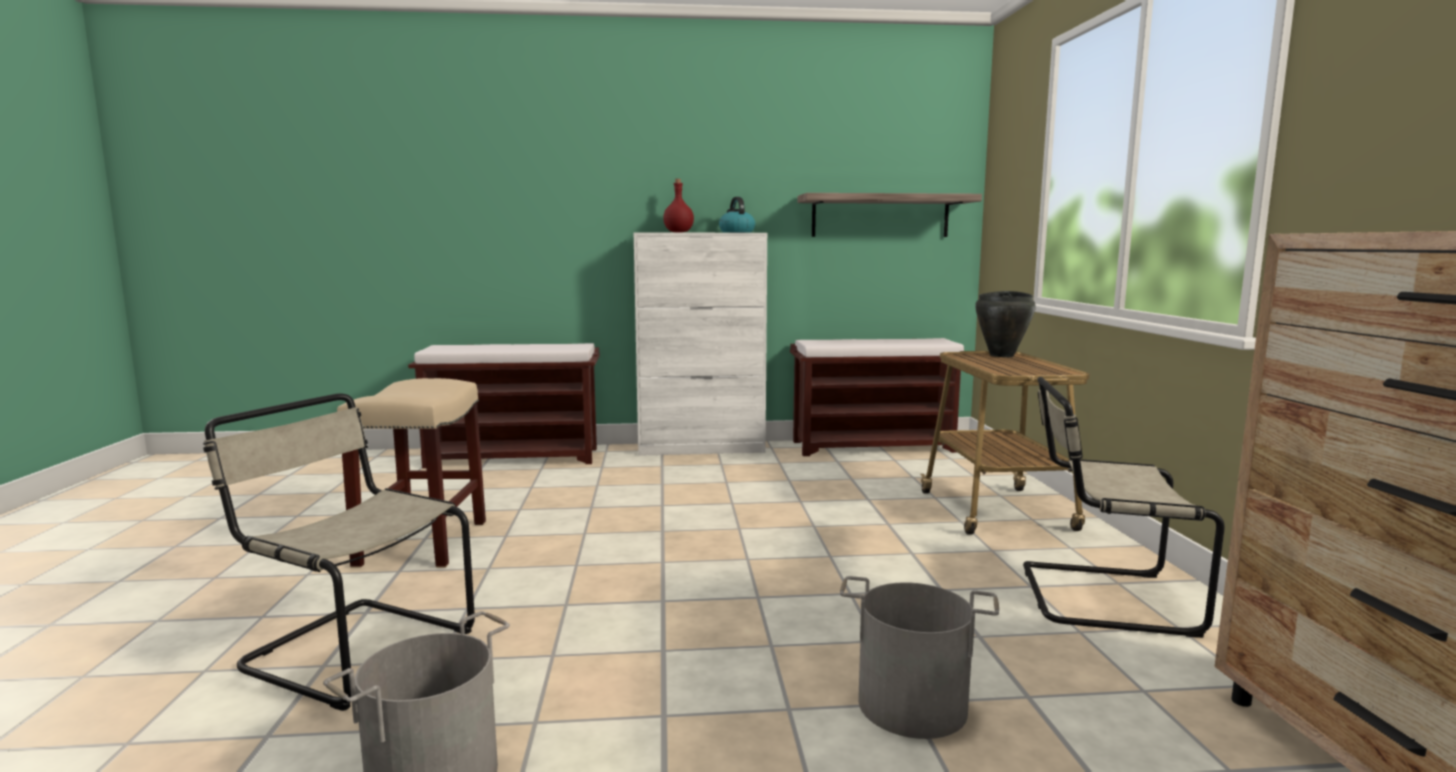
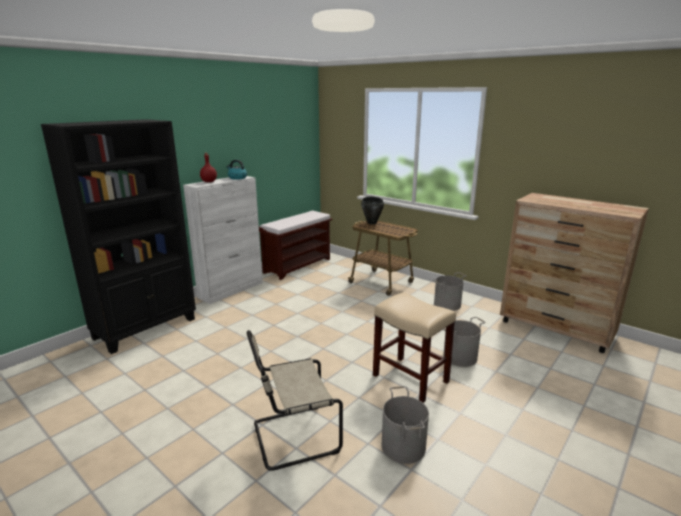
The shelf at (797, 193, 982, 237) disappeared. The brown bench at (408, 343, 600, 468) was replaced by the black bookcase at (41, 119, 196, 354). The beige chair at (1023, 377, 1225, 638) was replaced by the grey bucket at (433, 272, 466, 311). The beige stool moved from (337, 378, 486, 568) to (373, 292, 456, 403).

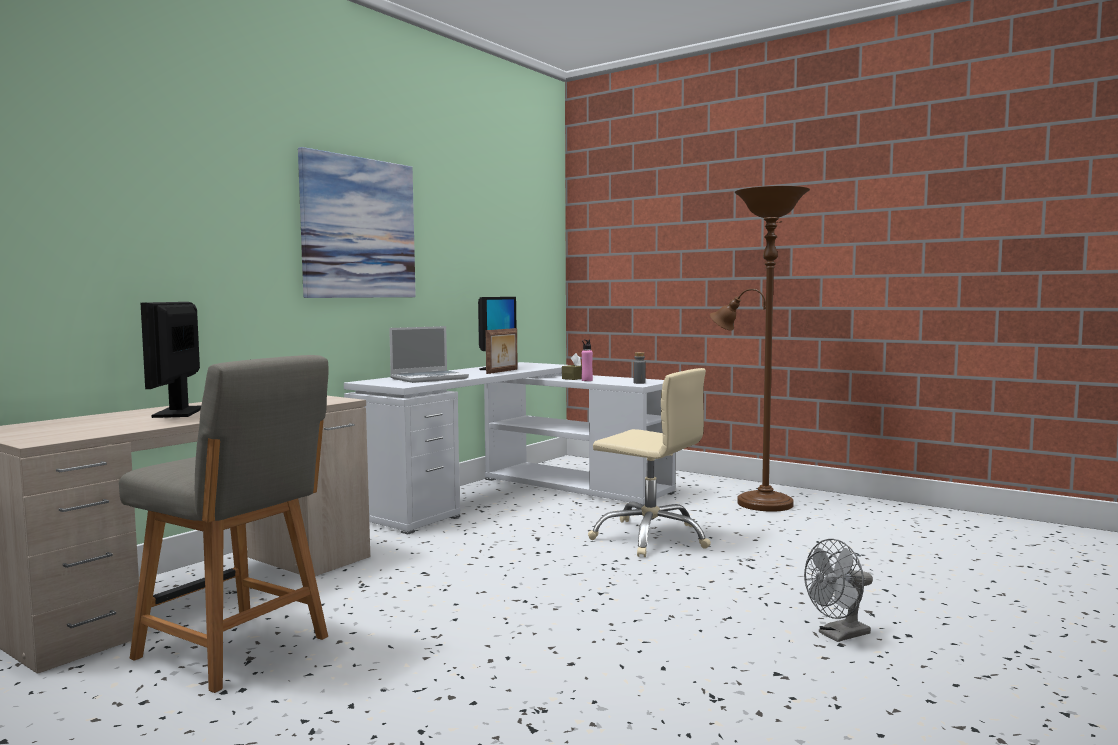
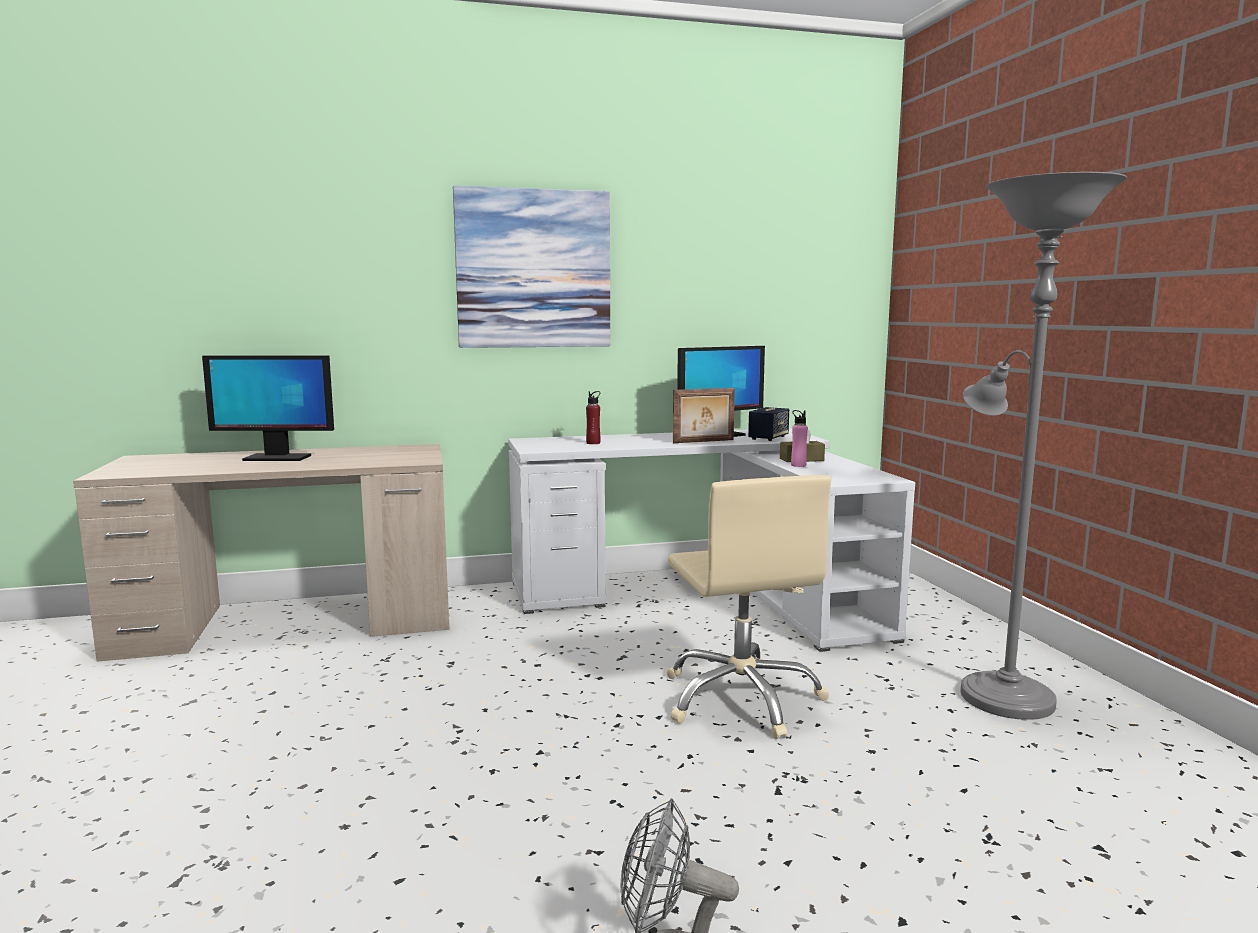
The brown floor lamp at (710, 186, 810, 512) became the grey floor lamp at (960, 172, 1127, 720). The monitor at (141, 302, 201, 418) turned 120 degrees counterclockwise. The laptop at (389, 326, 469, 383) was replaced by the red bottle at (586, 391, 600, 444). The grey bottle at (634, 352, 646, 384) disappeared. The grey chair at (119, 355, 328, 693) disappeared. The speaker at (748, 407, 789, 441) appeared.

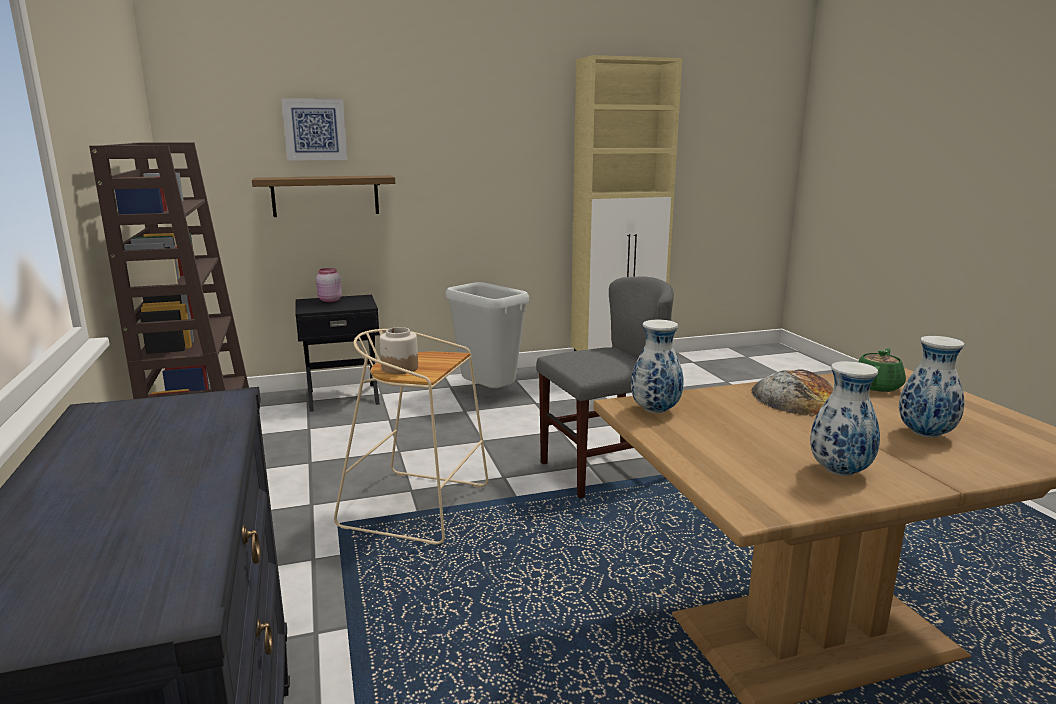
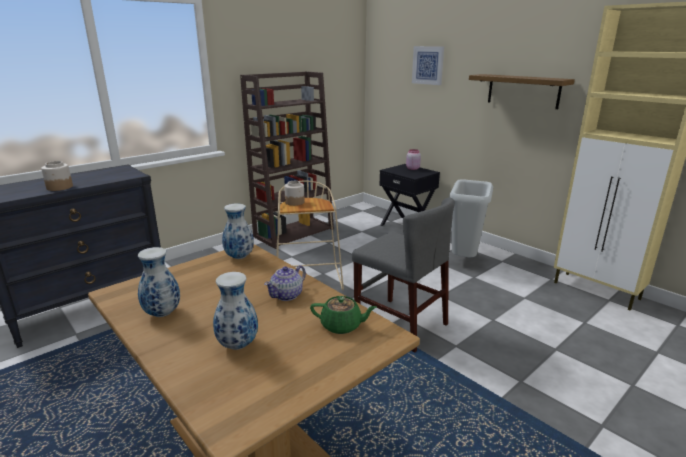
The shelf moved from (252, 175, 395, 217) to (469, 74, 575, 109). The bread at (751, 369, 834, 416) was replaced by the teapot at (264, 265, 306, 301). The jar at (41, 161, 73, 191) appeared.

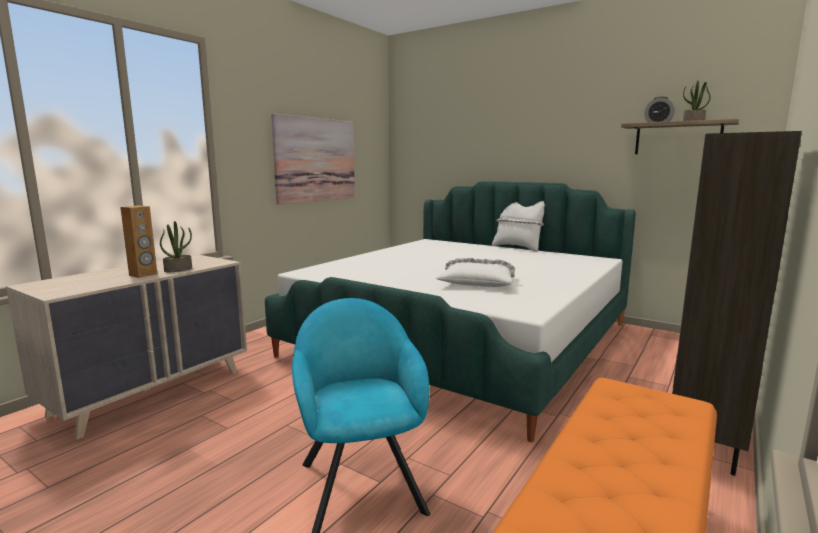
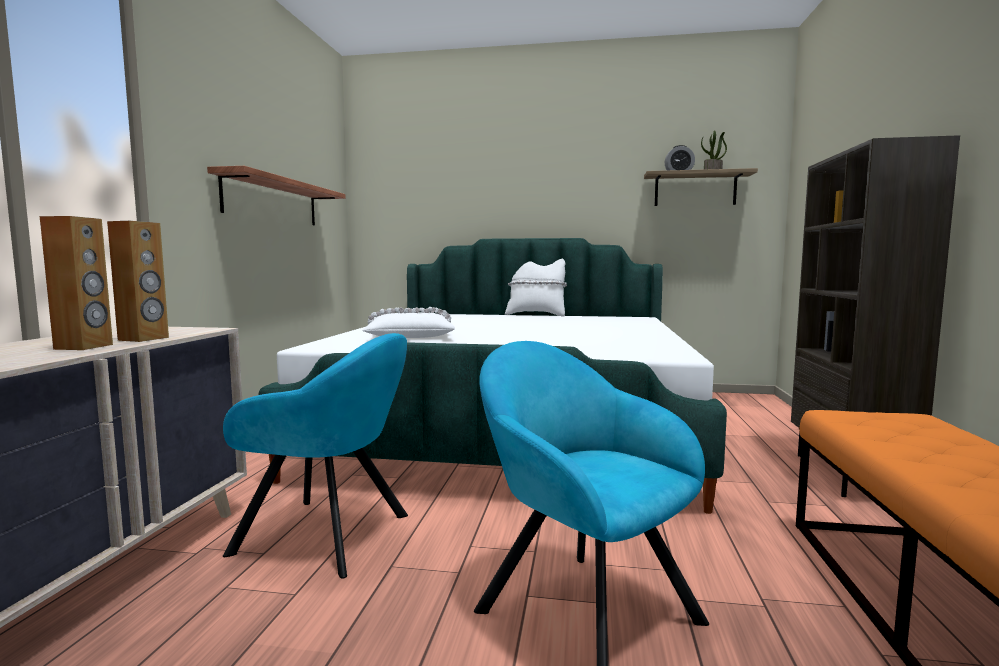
The picture at (271, 114, 355, 204) was replaced by the shelf at (207, 166, 346, 225). The potted plant at (160, 221, 192, 272) was replaced by the brown speaker at (107, 221, 169, 342). The white pillow moved from (436, 258, 515, 287) to (362, 307, 455, 338). The turquoise armchair at (223, 333, 408, 579) appeared.

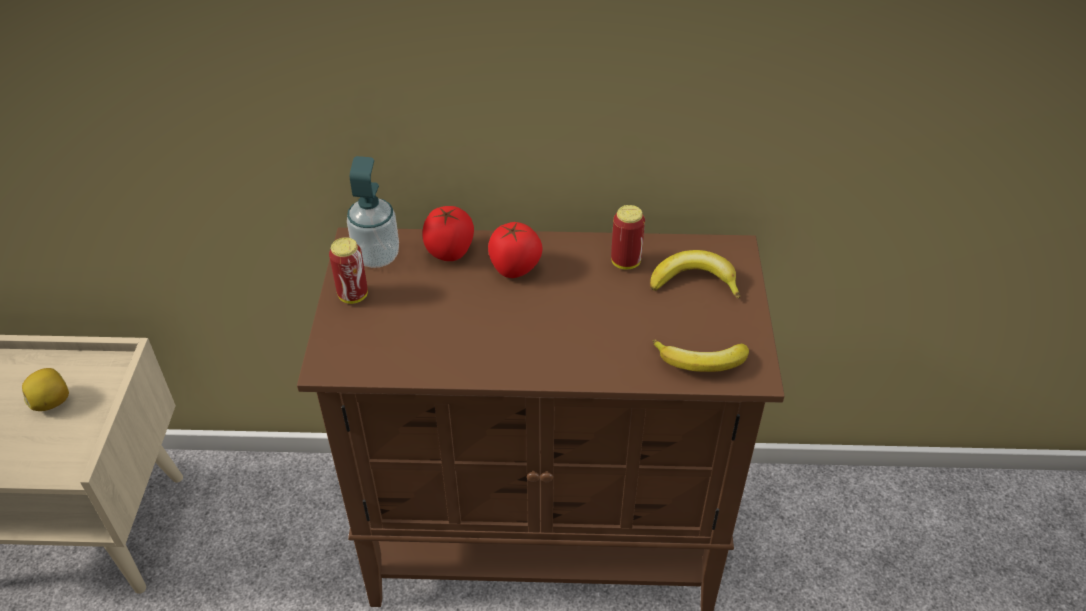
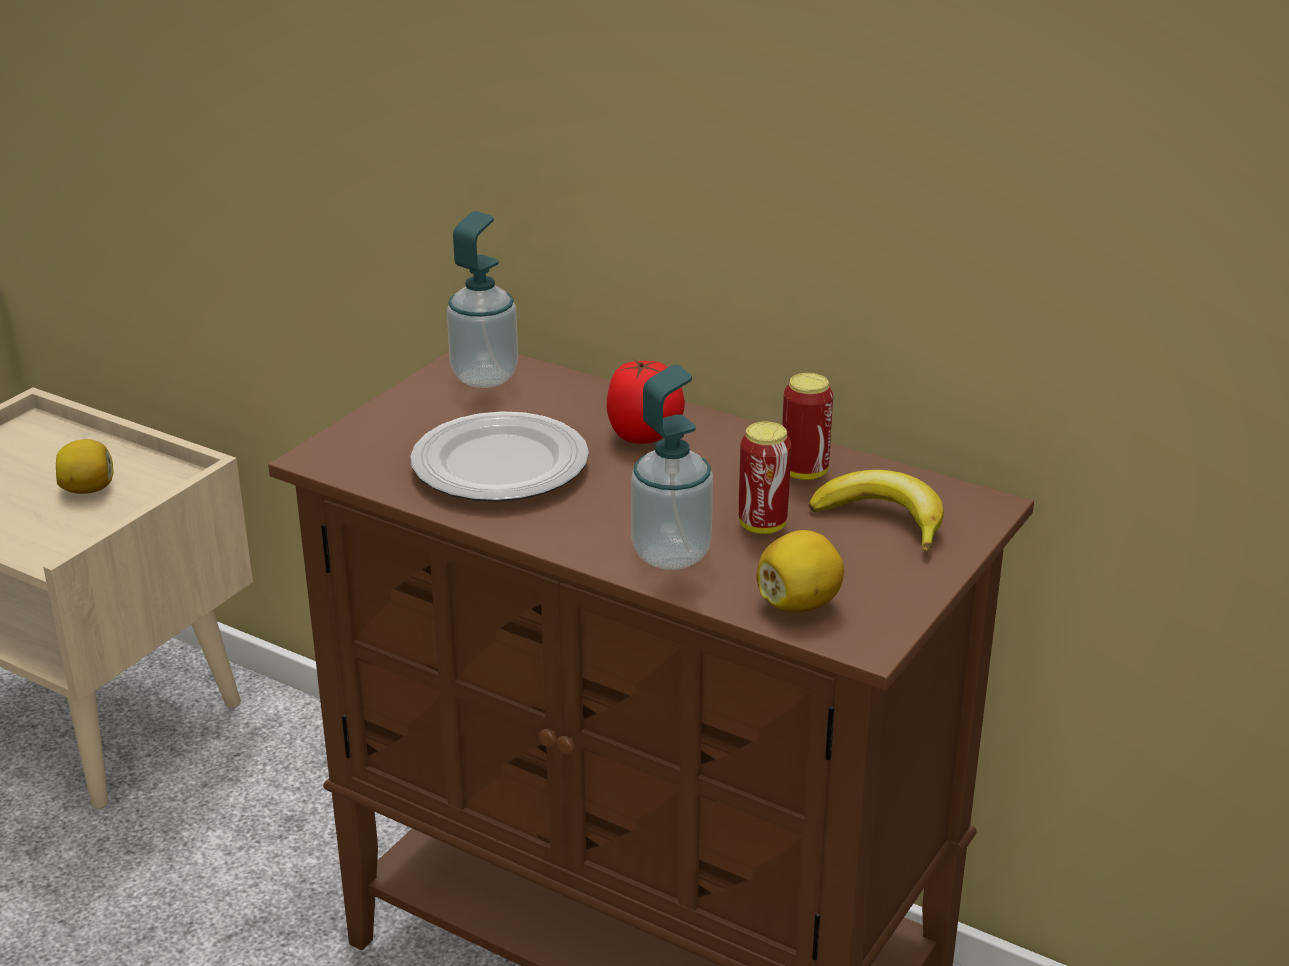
The tomato at (422, 206, 474, 261) disappeared. The can moved from (329, 237, 368, 304) to (739, 422, 791, 534). The banana at (653, 339, 749, 372) was replaced by the lemon at (756, 530, 844, 613). The soap dispenser at (631, 365, 713, 570) appeared. The plate at (410, 411, 589, 502) appeared.

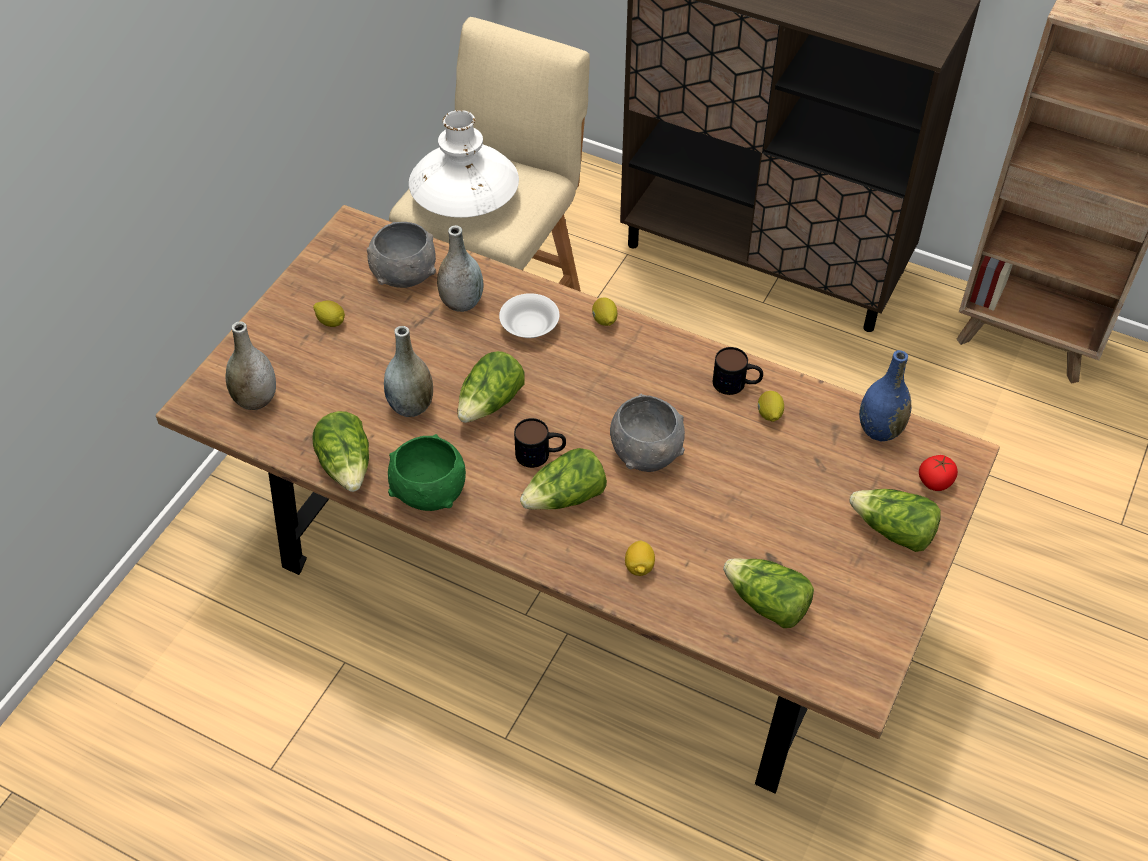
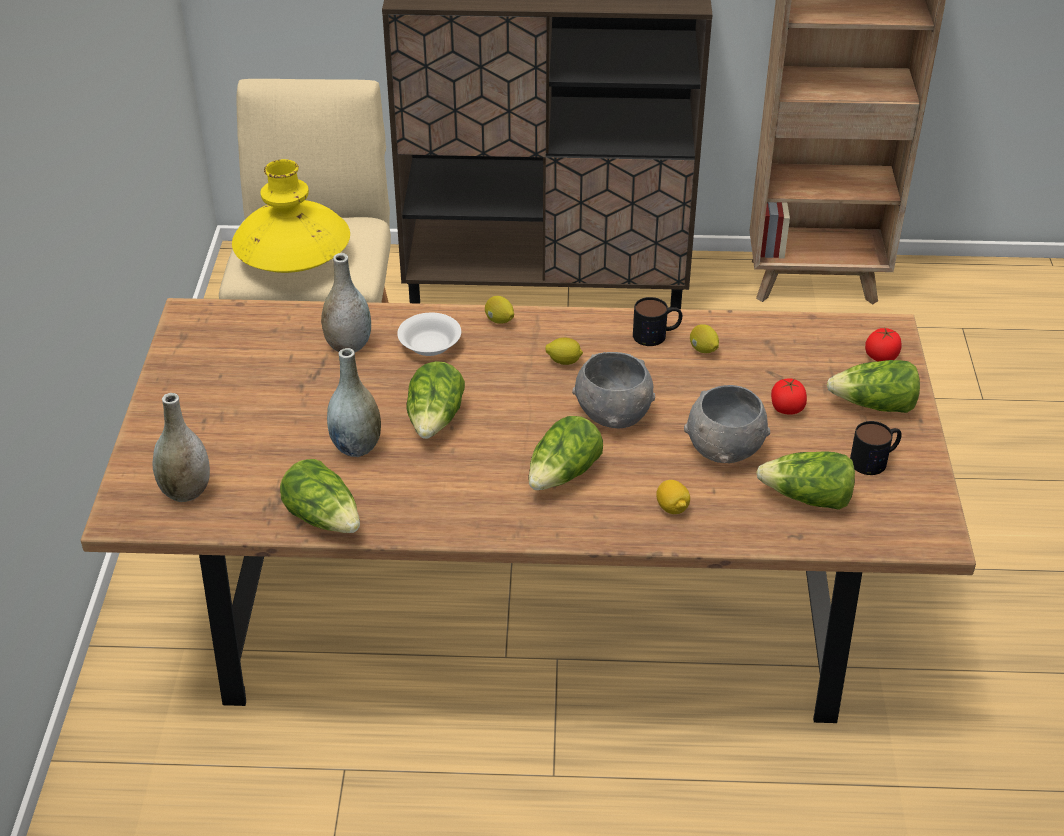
The white vase at (409, 110, 519, 218) became the yellow vase at (232, 159, 350, 273). The grey bowl moved from (367, 222, 436, 288) to (684, 385, 770, 463). The lemon moved from (313, 300, 345, 327) to (546, 337, 583, 365). The blue vase at (859, 350, 911, 441) disappeared. The mug moved from (514, 418, 566, 468) to (850, 421, 902, 475). The green bowl at (388, 434, 466, 511) disappeared. The tomato at (771, 378, 807, 415) appeared.

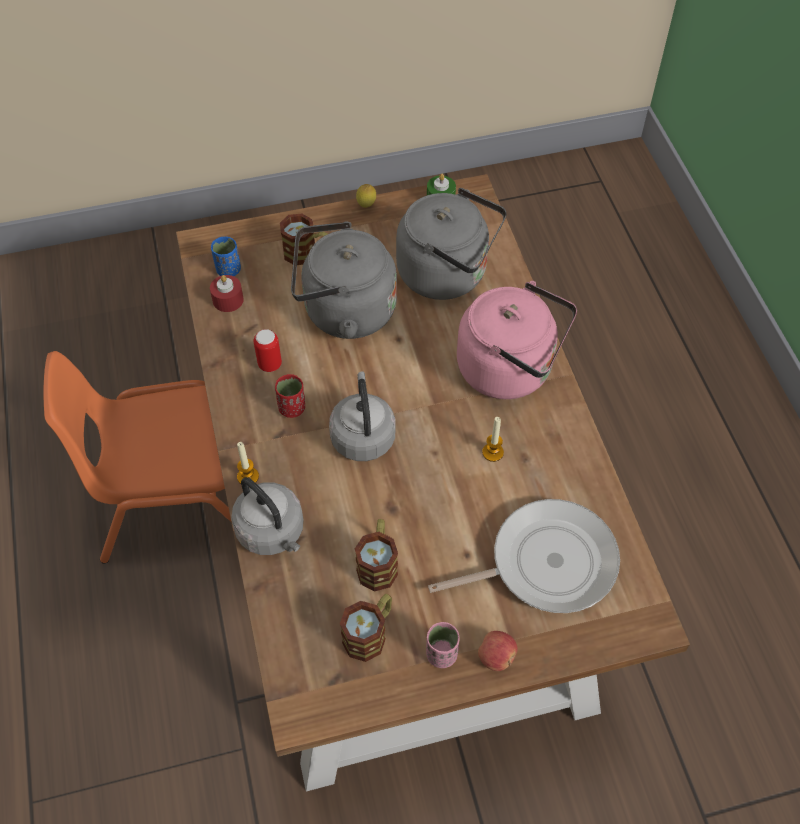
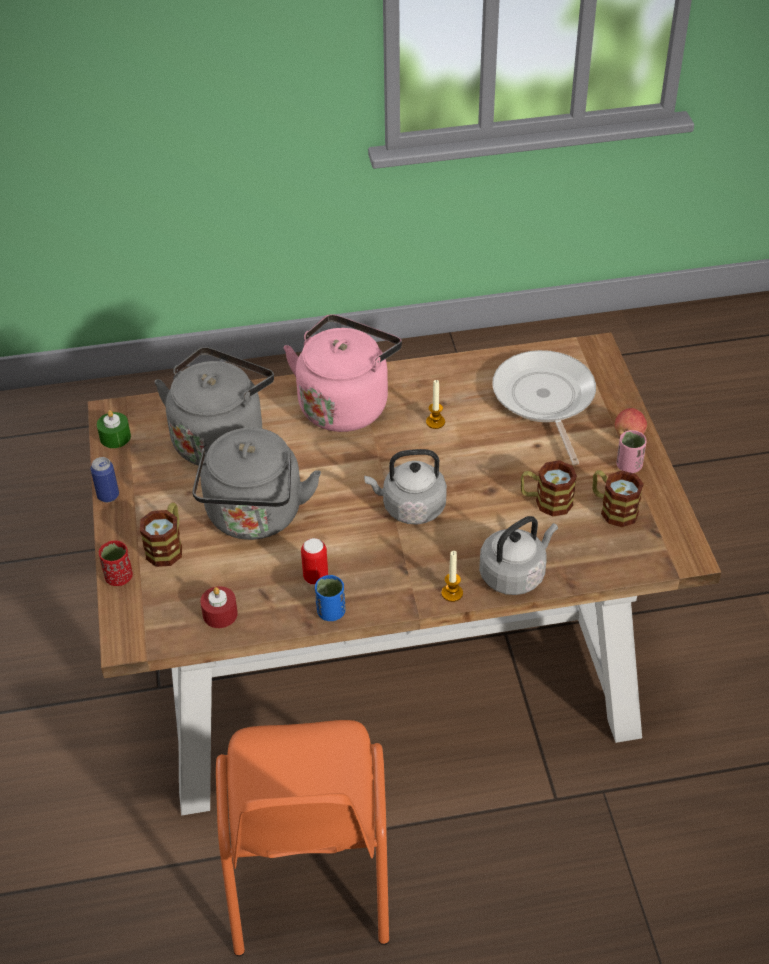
The lemon at (356, 184, 376, 208) was replaced by the can at (91, 457, 119, 502). The blue cup moved from (211, 237, 241, 276) to (315, 575, 345, 621). The red cup moved from (275, 374, 305, 418) to (99, 541, 133, 586).

